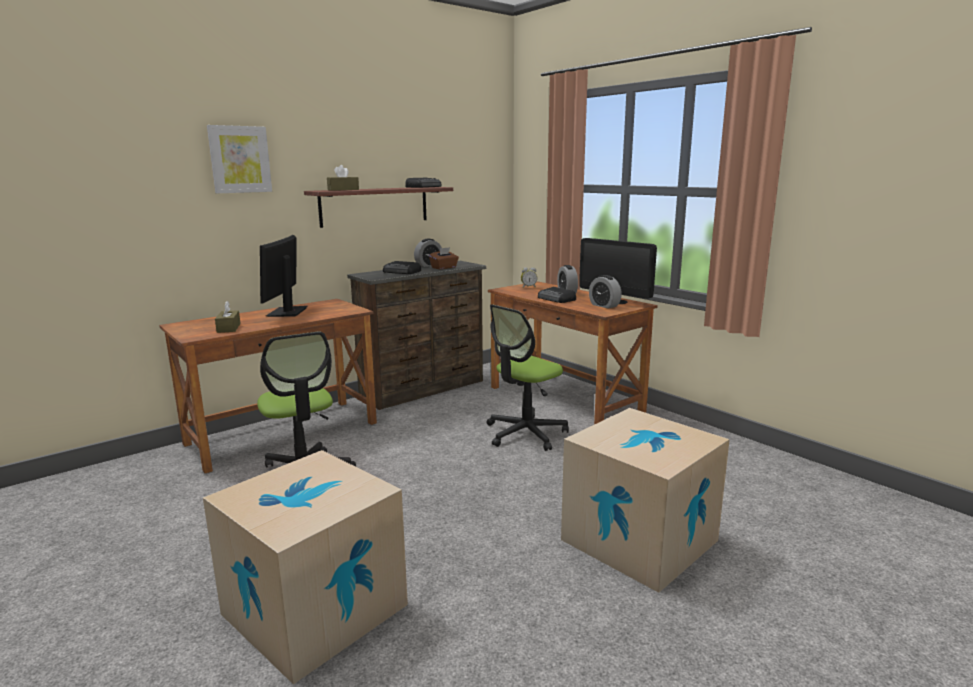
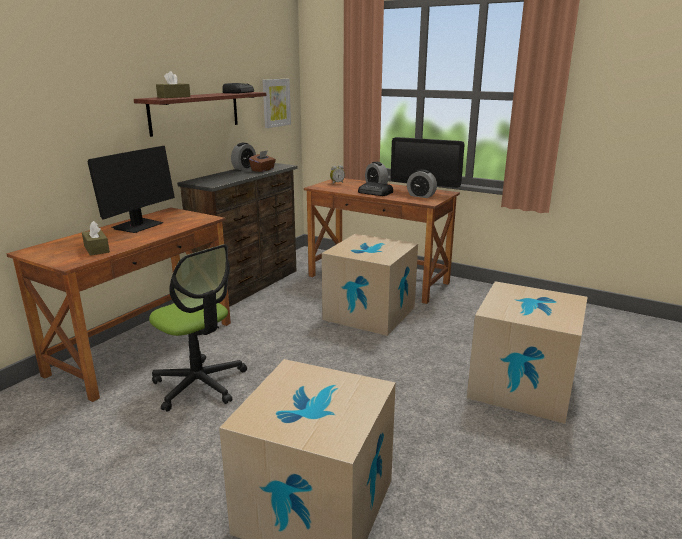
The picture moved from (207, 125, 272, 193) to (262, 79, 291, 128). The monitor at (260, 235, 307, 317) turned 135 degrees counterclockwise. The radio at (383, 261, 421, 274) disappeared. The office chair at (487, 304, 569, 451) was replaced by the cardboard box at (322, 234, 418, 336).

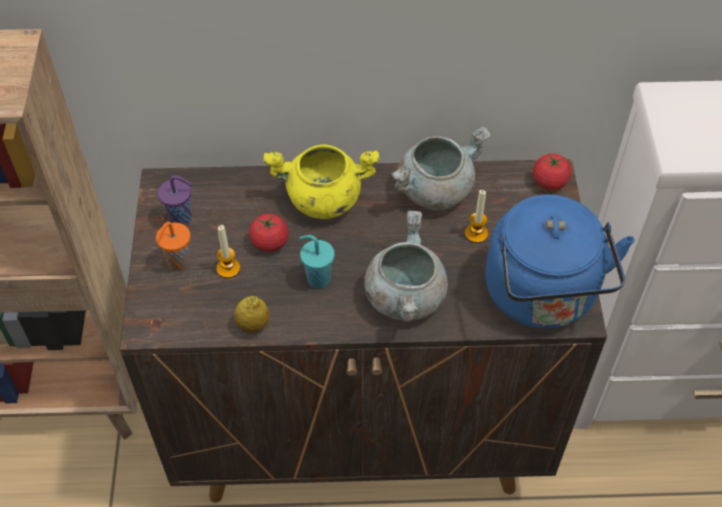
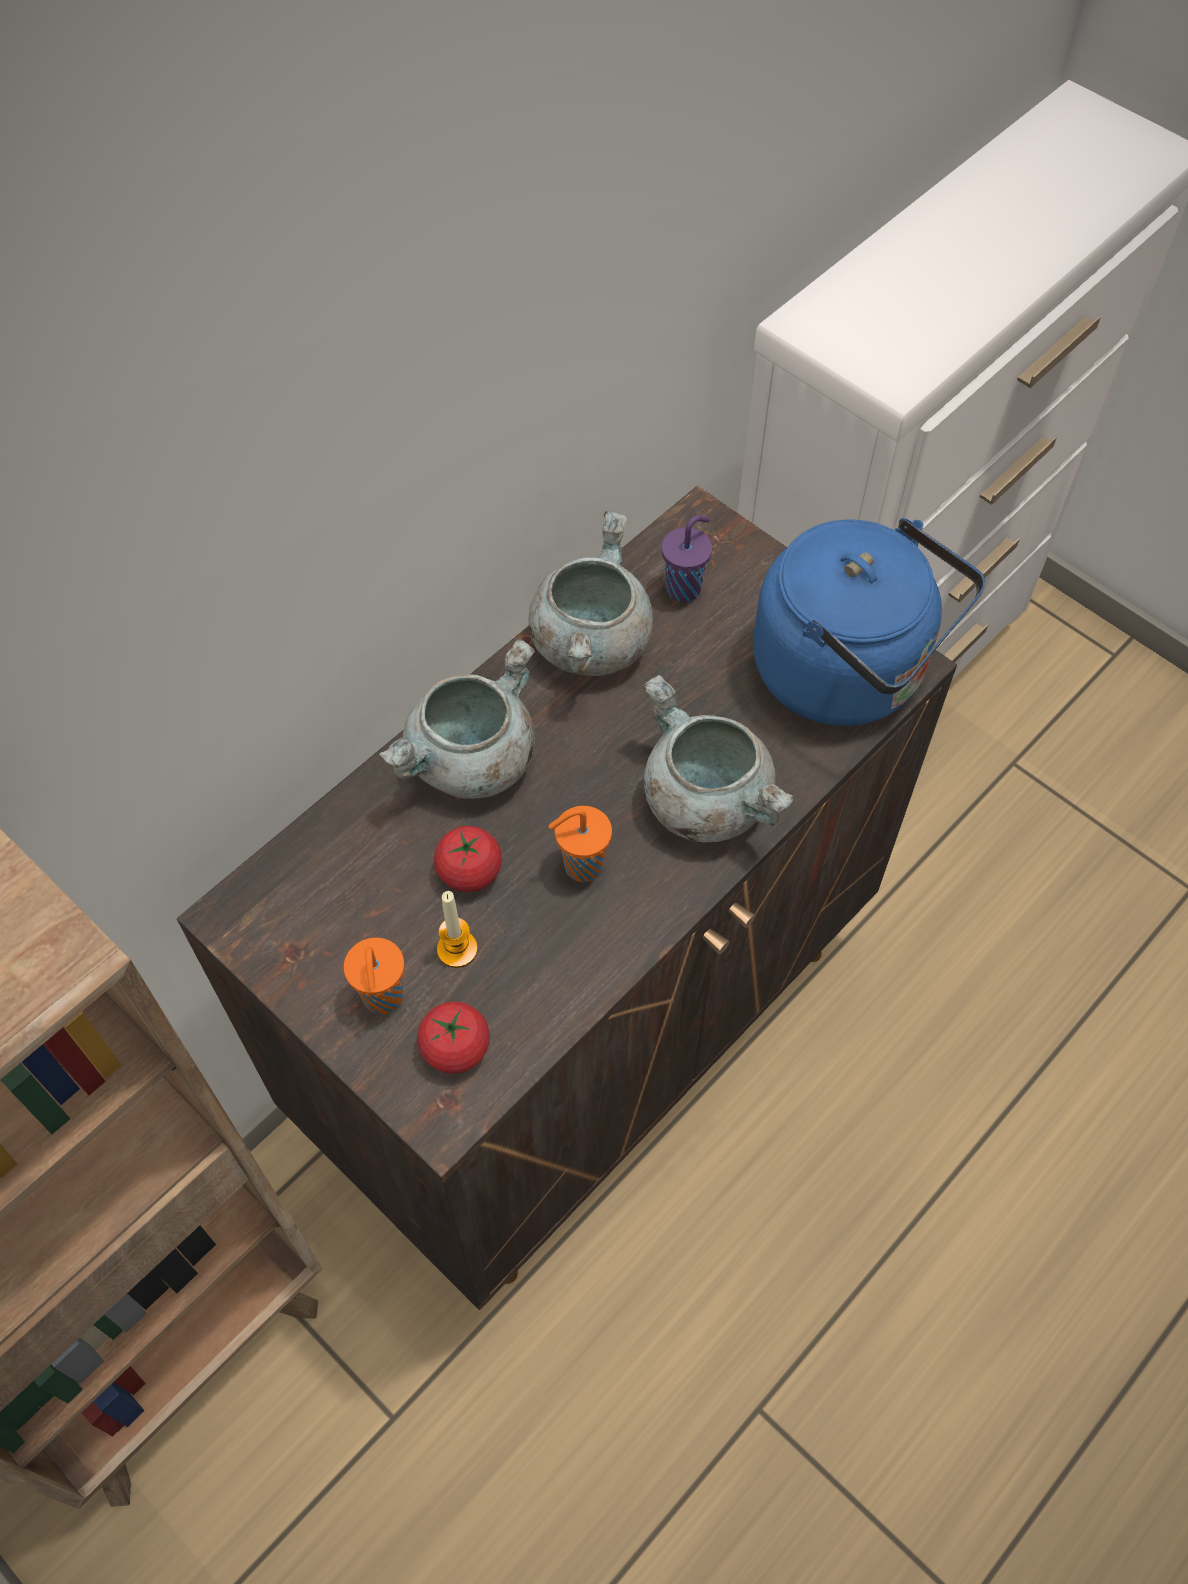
The yellow cooking pot at (264, 144, 379, 219) became the grey cooking pot at (379, 638, 535, 799). The tomato moved from (533, 153, 571, 190) to (417, 1002, 490, 1074). The purple cup moved from (158, 175, 193, 225) to (661, 515, 712, 602). The candle at (465, 190, 488, 243) disappeared. The turquoise cup at (299, 235, 335, 288) became the orange cup at (549, 806, 612, 882). The lemon at (234, 296, 269, 333) disappeared.

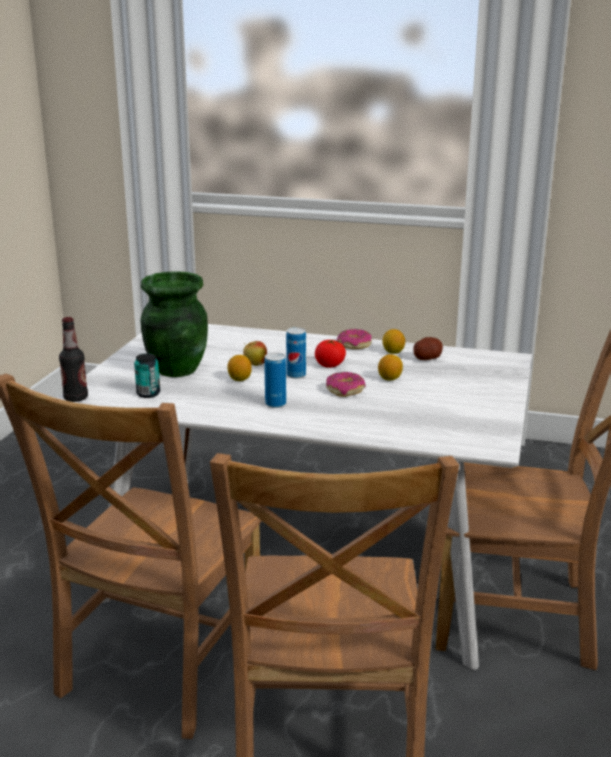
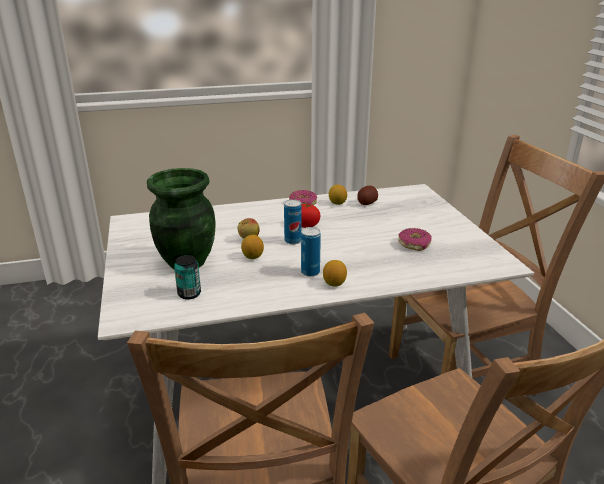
The bottle at (59, 317, 88, 402) disappeared. The lemon moved from (378, 354, 403, 381) to (323, 260, 347, 286). The donut moved from (326, 372, 366, 397) to (398, 228, 432, 251).

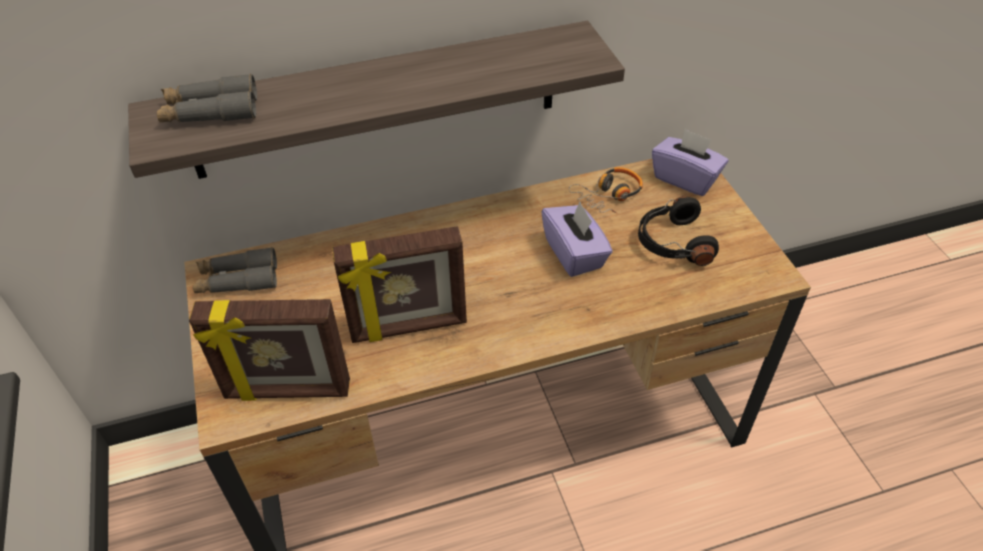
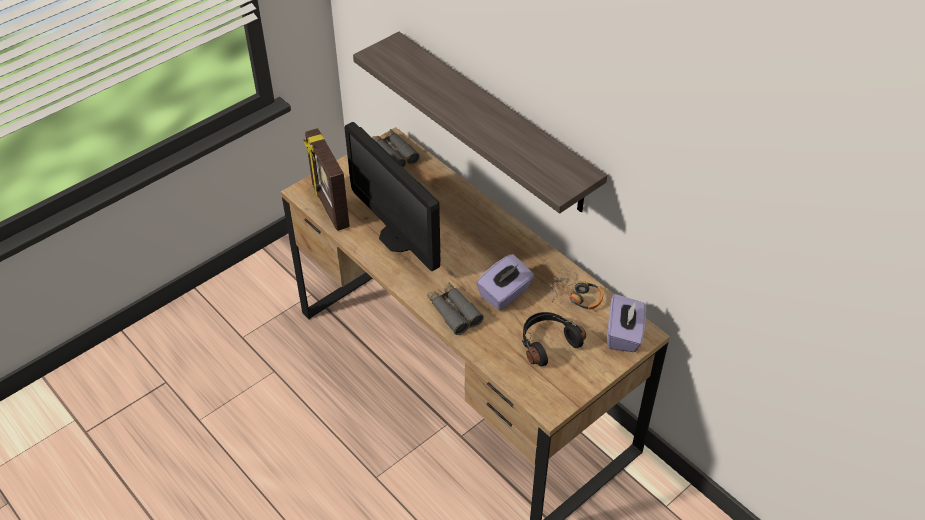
The grey binoculars moved from (156, 74, 257, 122) to (427, 282, 484, 335). The picture frame at (332, 226, 467, 343) was replaced by the monitor at (345, 122, 440, 271).

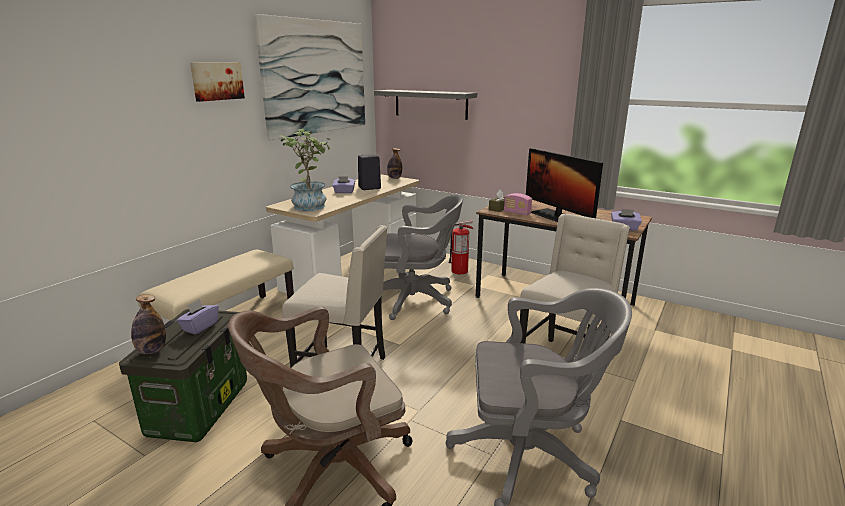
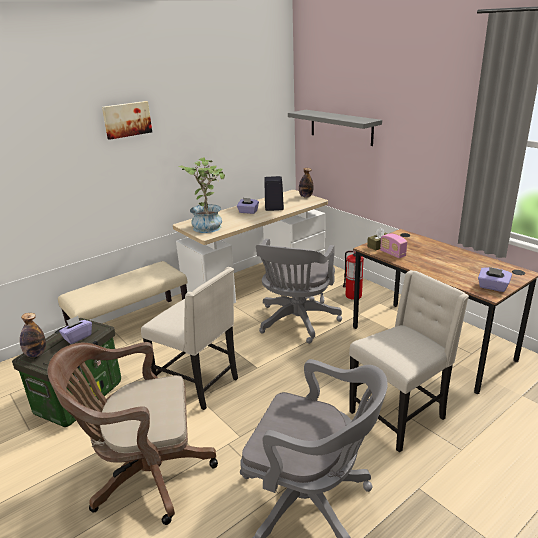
The picture at (254, 14, 365, 140) disappeared. The monitor at (526, 148, 603, 222) disappeared. The grey office chair at (383, 195, 463, 320) turned 90 degrees clockwise.

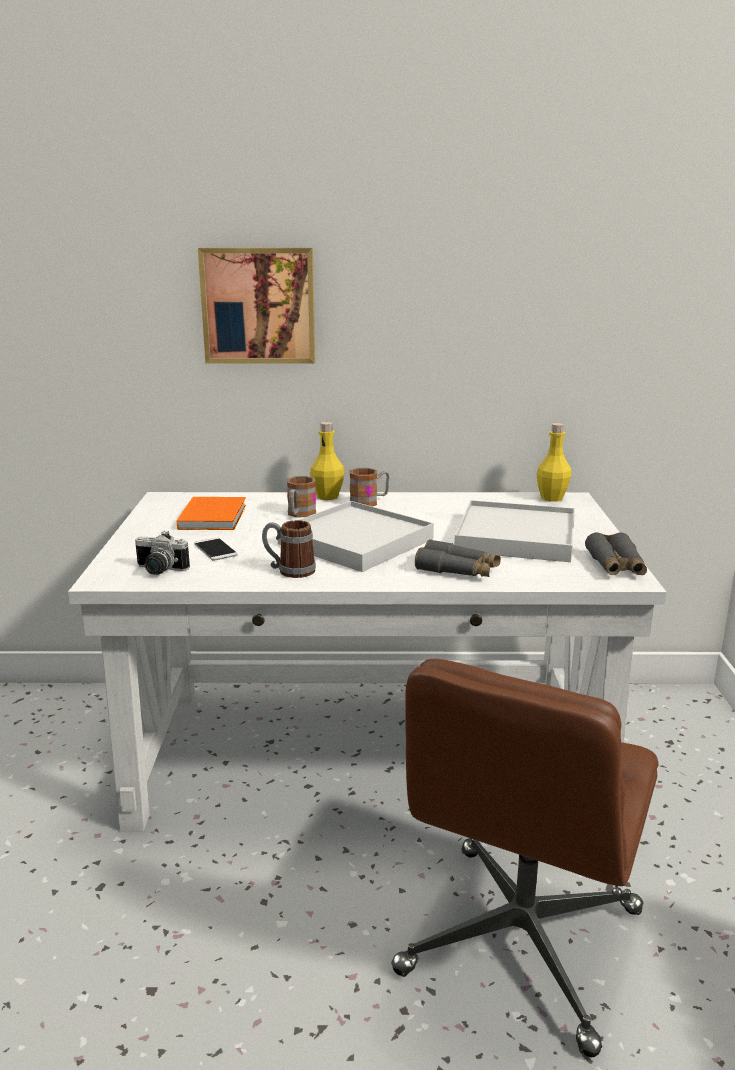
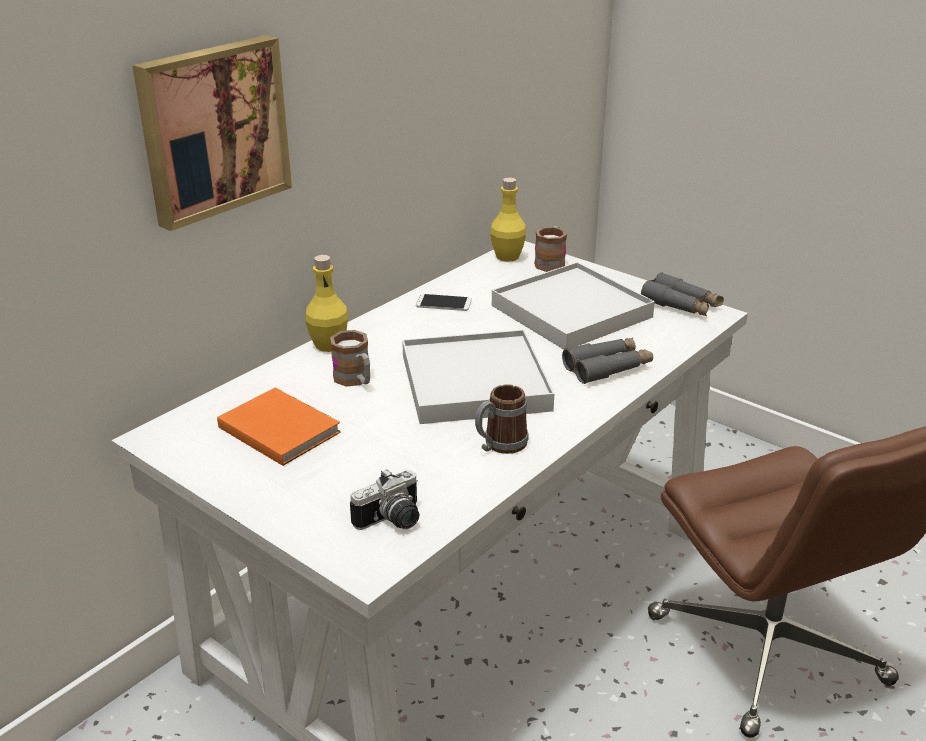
The mug moved from (350, 468, 389, 507) to (534, 226, 567, 272). The phone moved from (194, 538, 238, 560) to (416, 294, 472, 311).

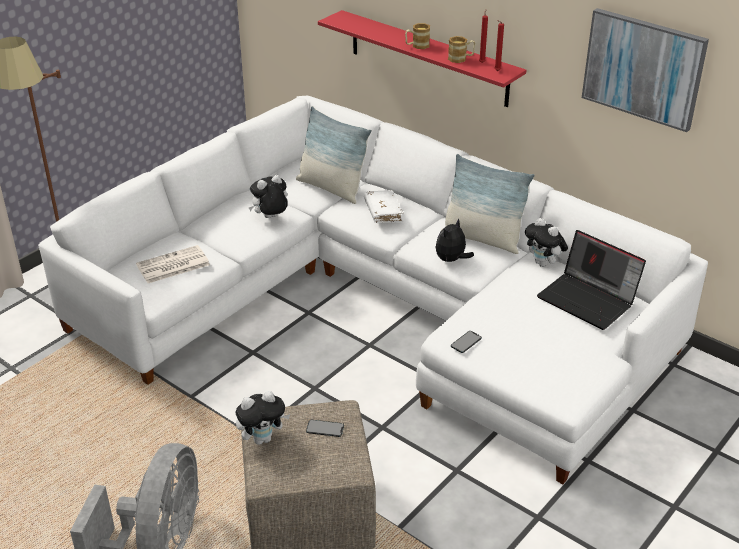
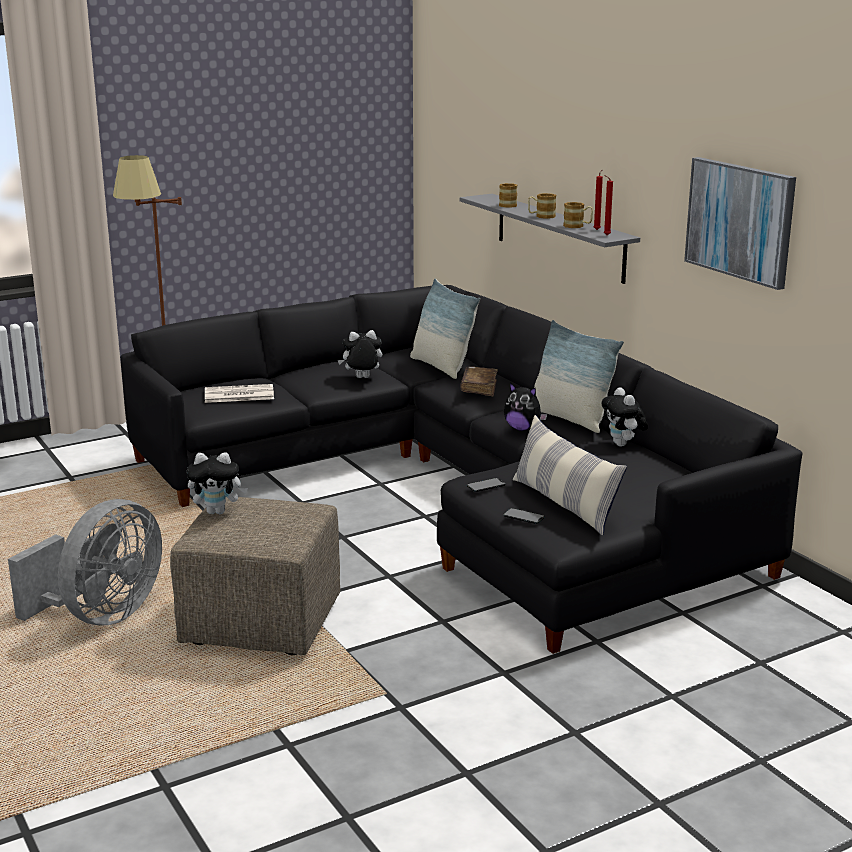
The red shelf at (318, 10, 527, 107) became the grey shelf at (460, 194, 640, 284). The white sofa at (38, 96, 708, 484) became the black sofa at (120, 285, 802, 654). The white book at (364, 190, 404, 223) became the brown book at (460, 366, 498, 396). The plush toy at (436, 218, 474, 262) turned 120 degrees counterclockwise. The laptop at (537, 230, 646, 330) disappeared. The phone moved from (306, 420, 344, 437) to (503, 508, 545, 524). The mug at (499, 183, 517, 208) appeared. The pillow at (513, 415, 627, 535) appeared.

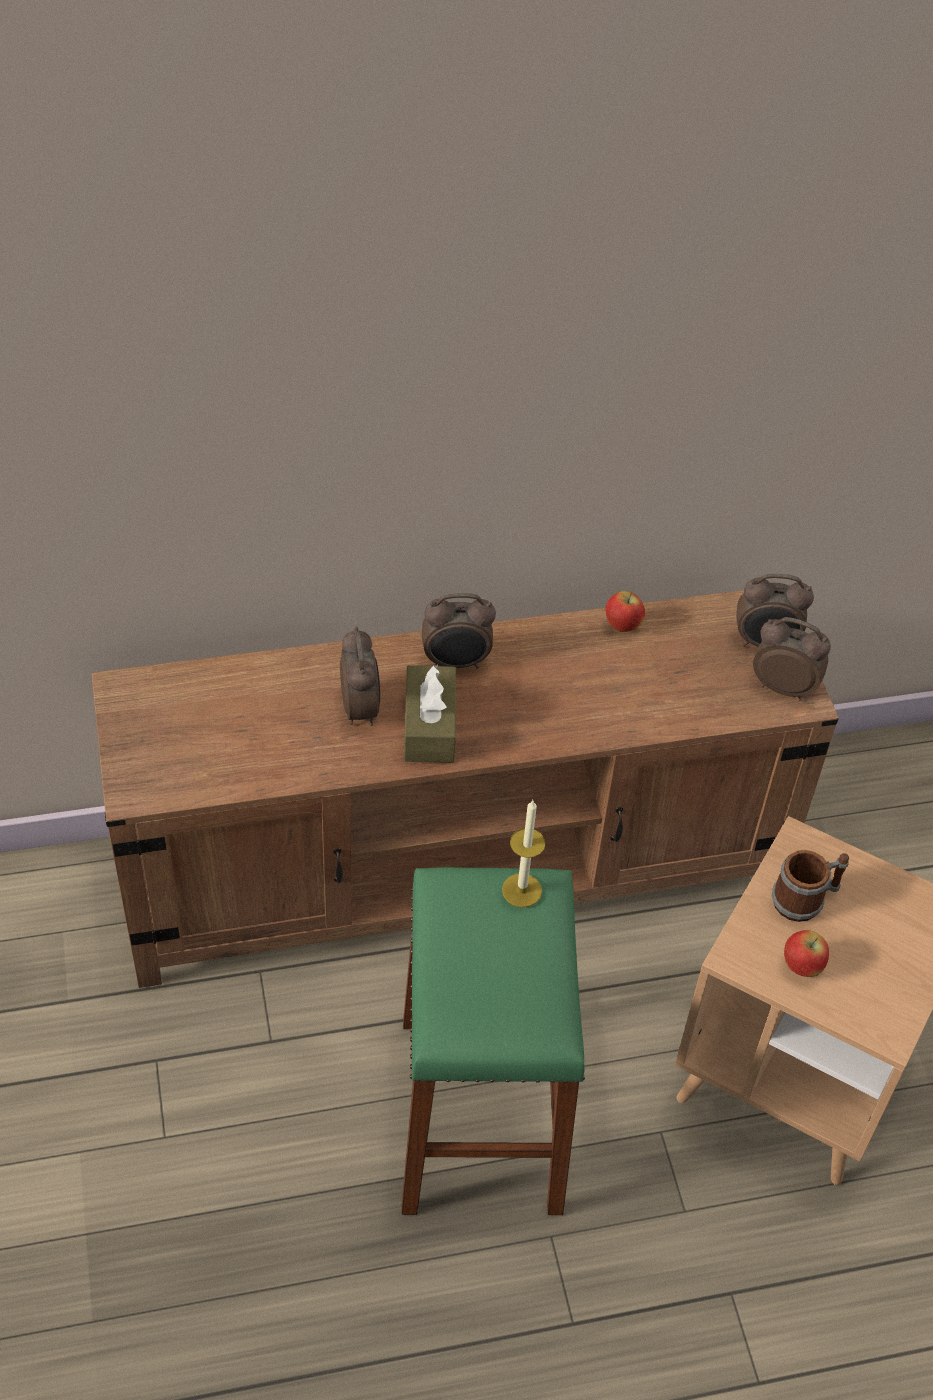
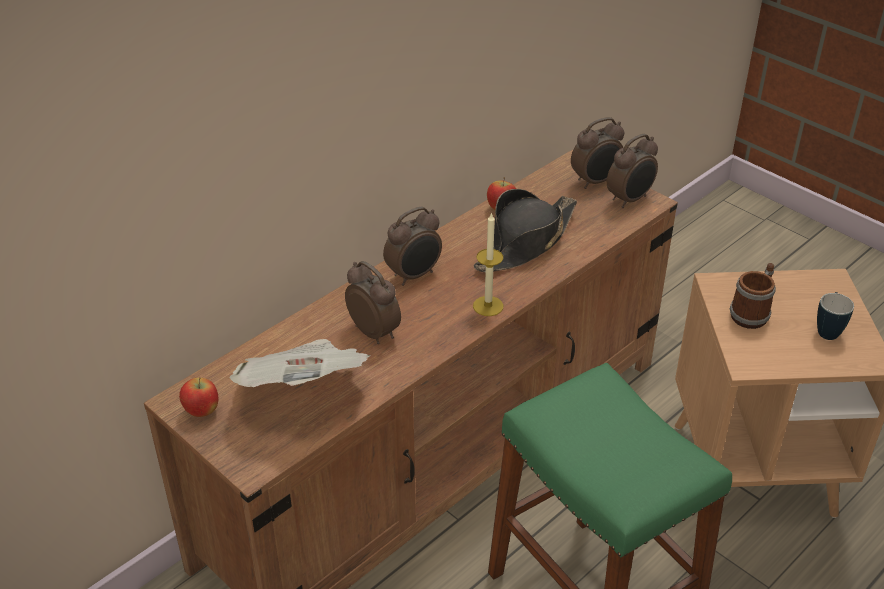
The alarm clock at (753, 617, 831, 701) turned 150 degrees clockwise. The brown tissue box at (404, 665, 456, 763) disappeared. The candle moved from (502, 800, 545, 907) to (473, 212, 503, 316). The apple moved from (784, 930, 829, 977) to (179, 378, 218, 417). The black hat at (473, 189, 577, 272) appeared. The mug at (817, 292, 854, 340) appeared. The newspaper at (229, 339, 371, 387) appeared.

